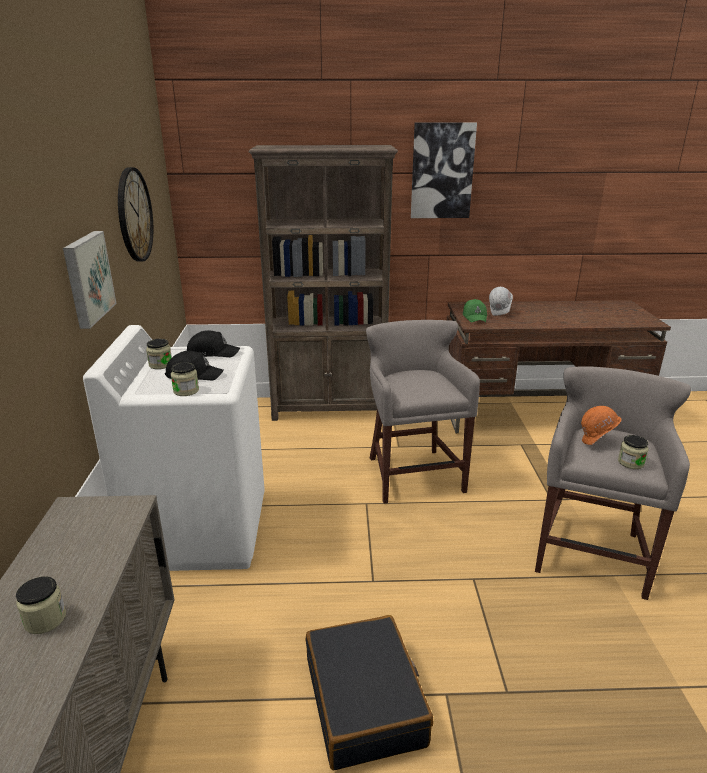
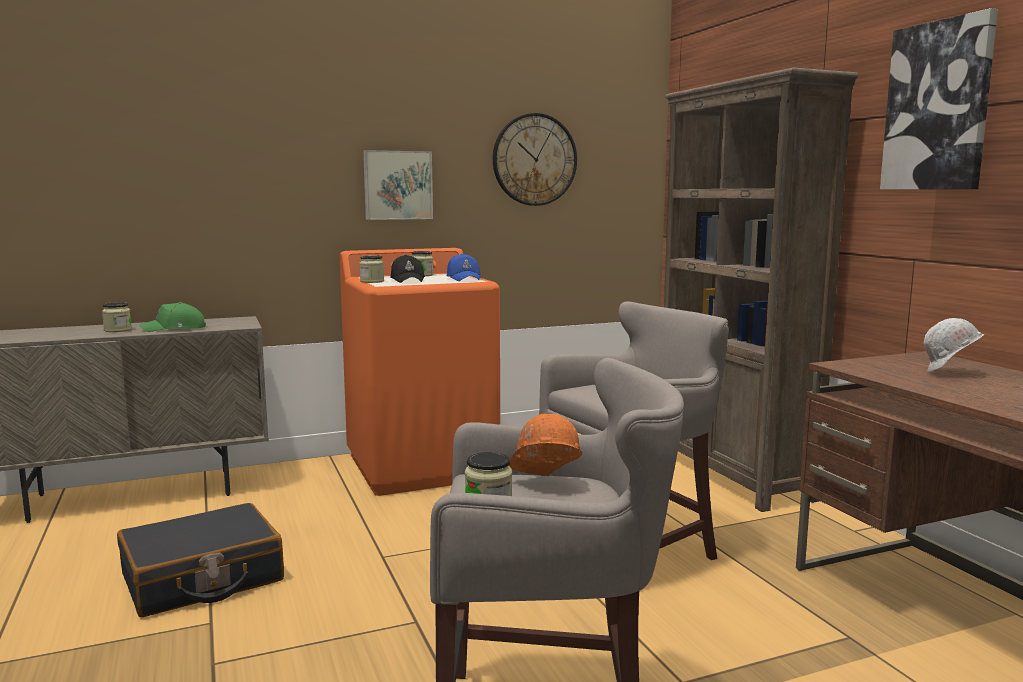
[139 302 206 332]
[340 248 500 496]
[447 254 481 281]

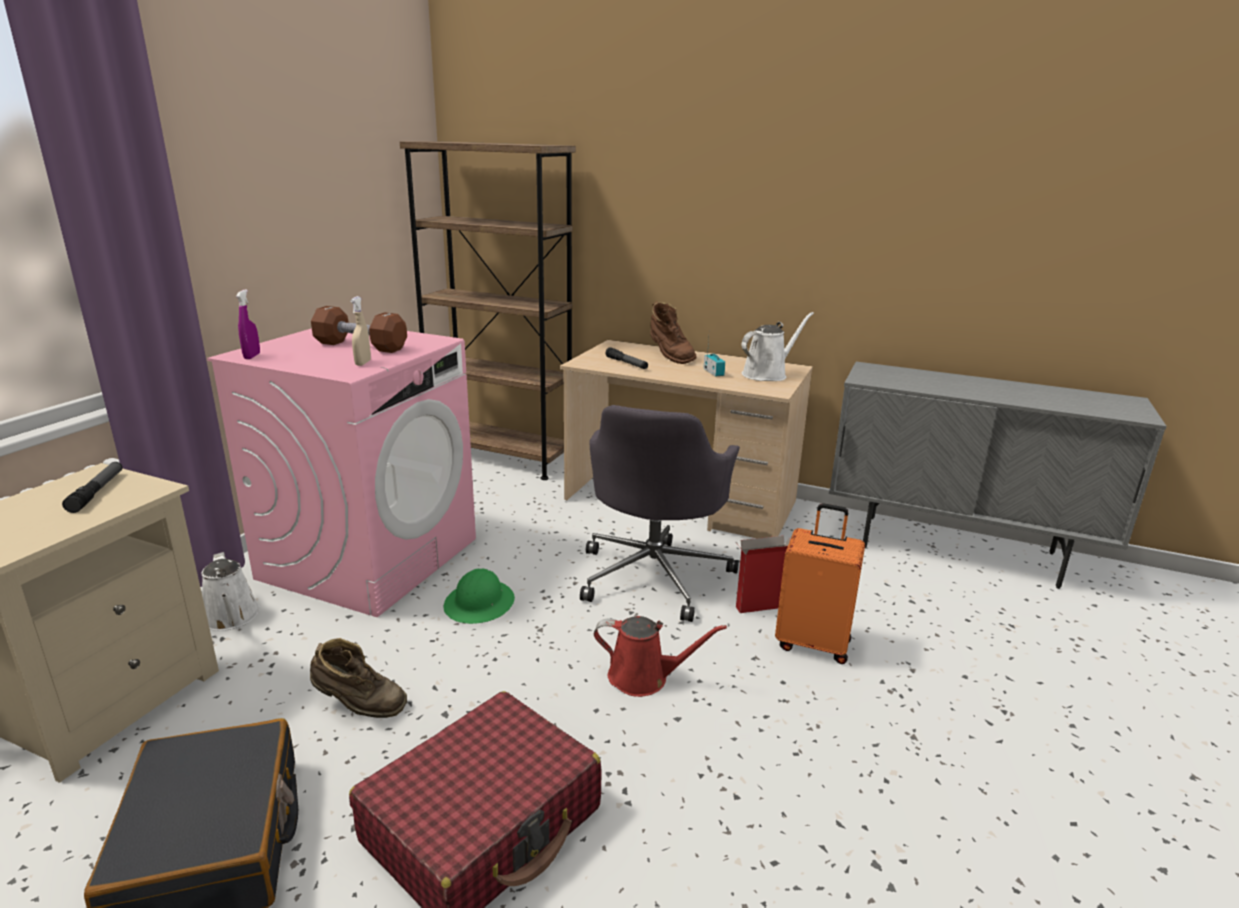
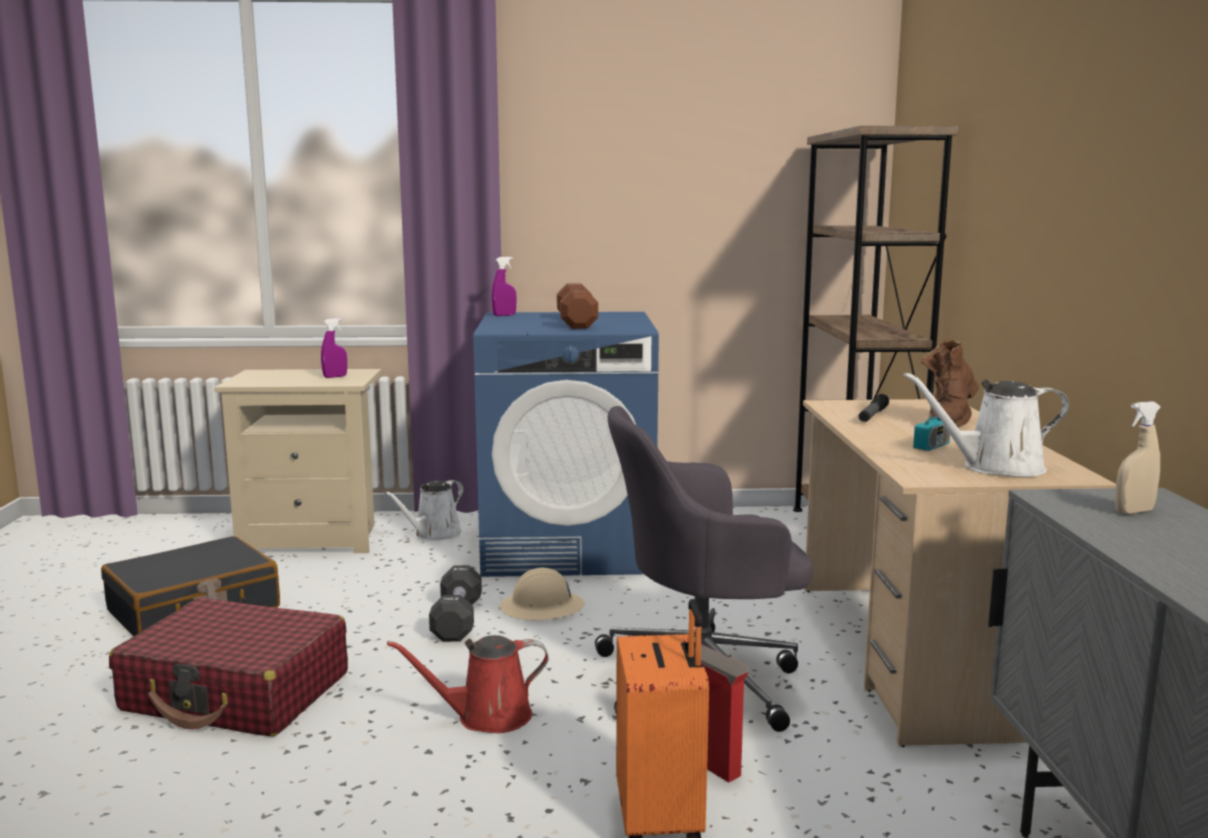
[1115 401 1161 514]
[904 372 1069 477]
[473 312 659 577]
[321 318 347 378]
[500 568 584 620]
[387 635 549 733]
[310 638 407 718] (first image)
[429 565 482 642]

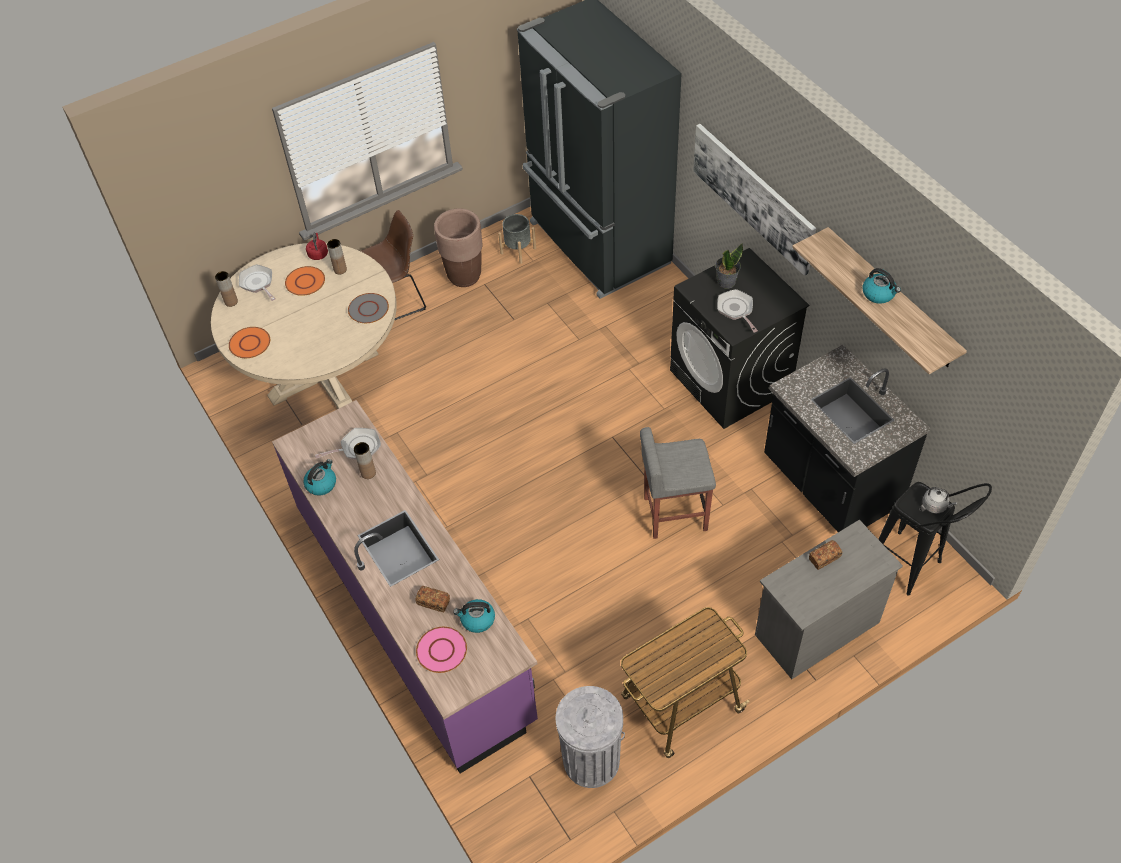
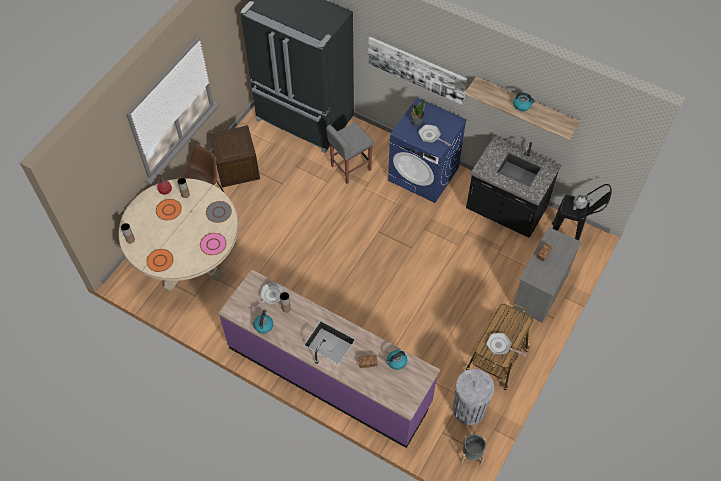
[209 125 260 188]
[461 434 486 466]
[388 98 467 203]
[486 333 526 356]
[326 122 373 184]
[200 233 226 255]

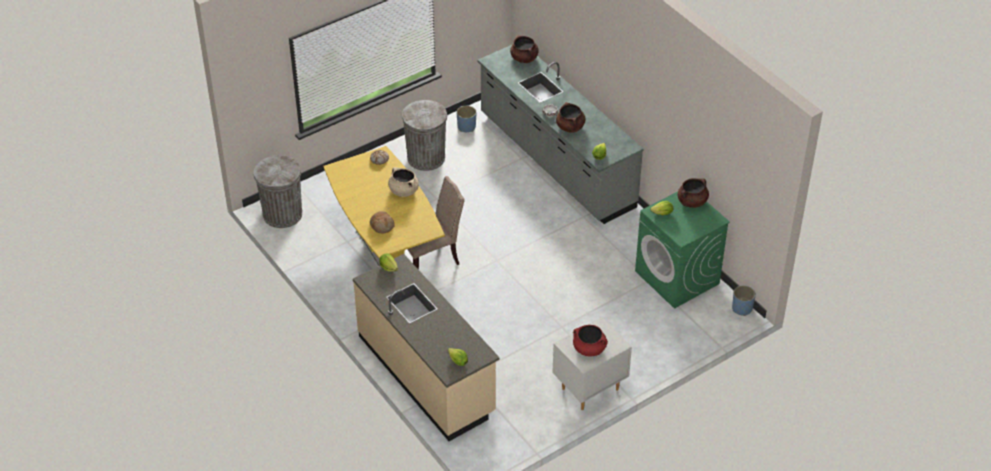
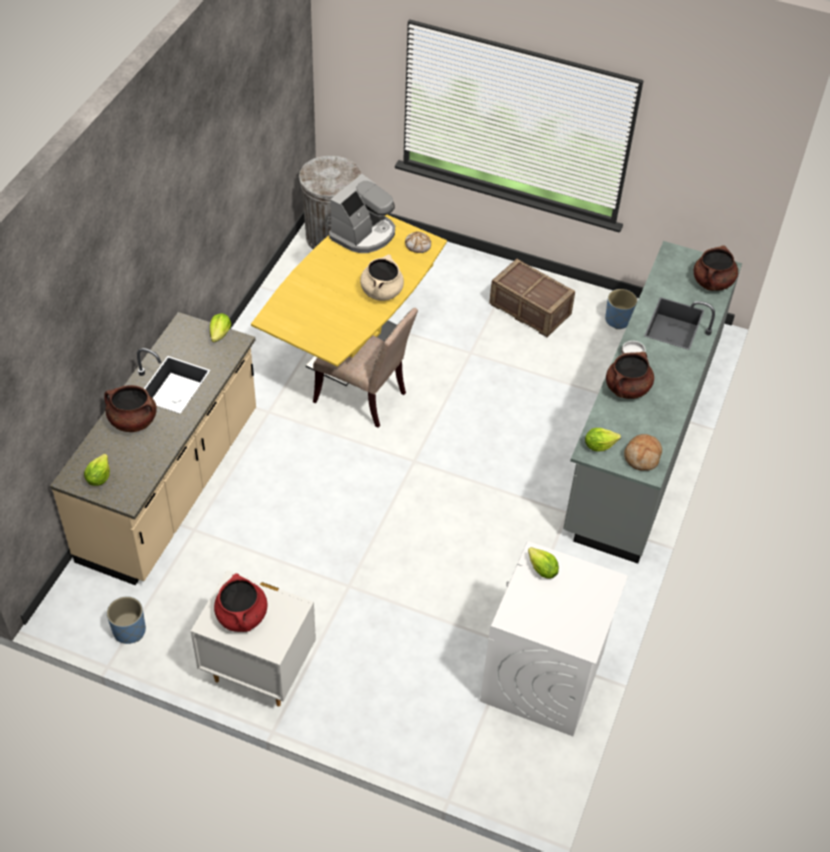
[489 259 575 337]
[104 385 157 432]
[480 541 628 736]
[624 434 662 471]
[107 596 146 644]
[329 174 395 253]

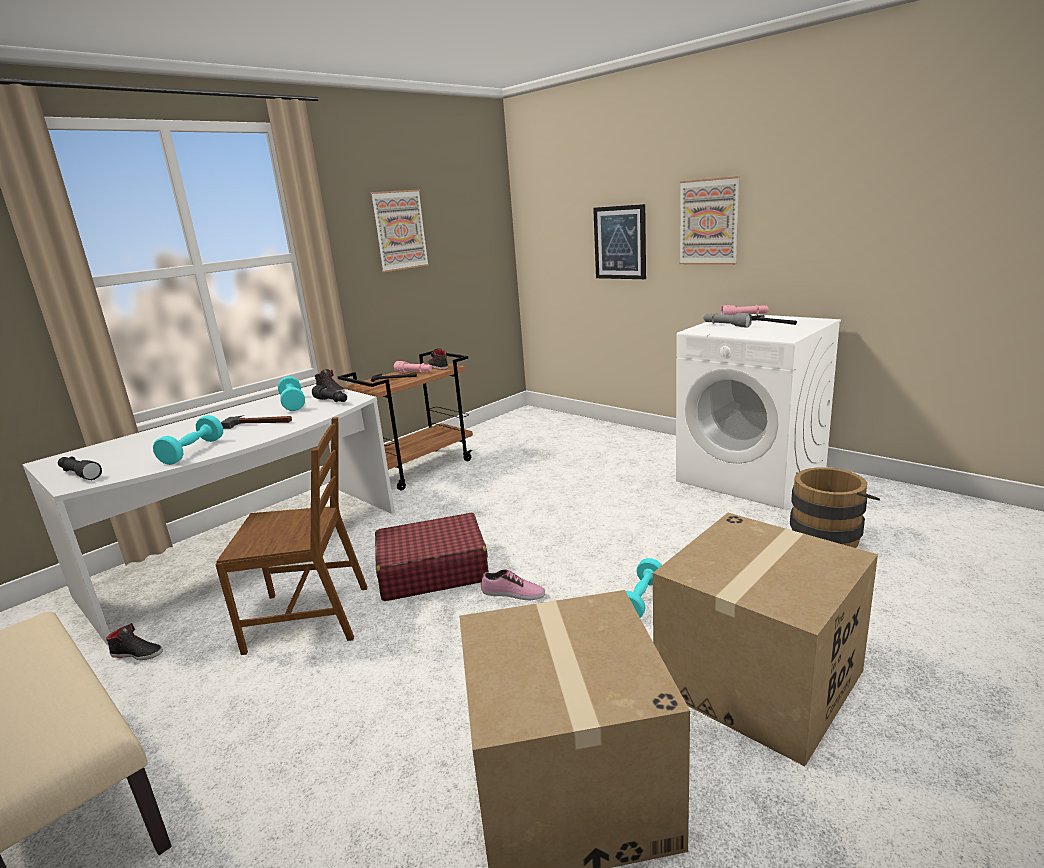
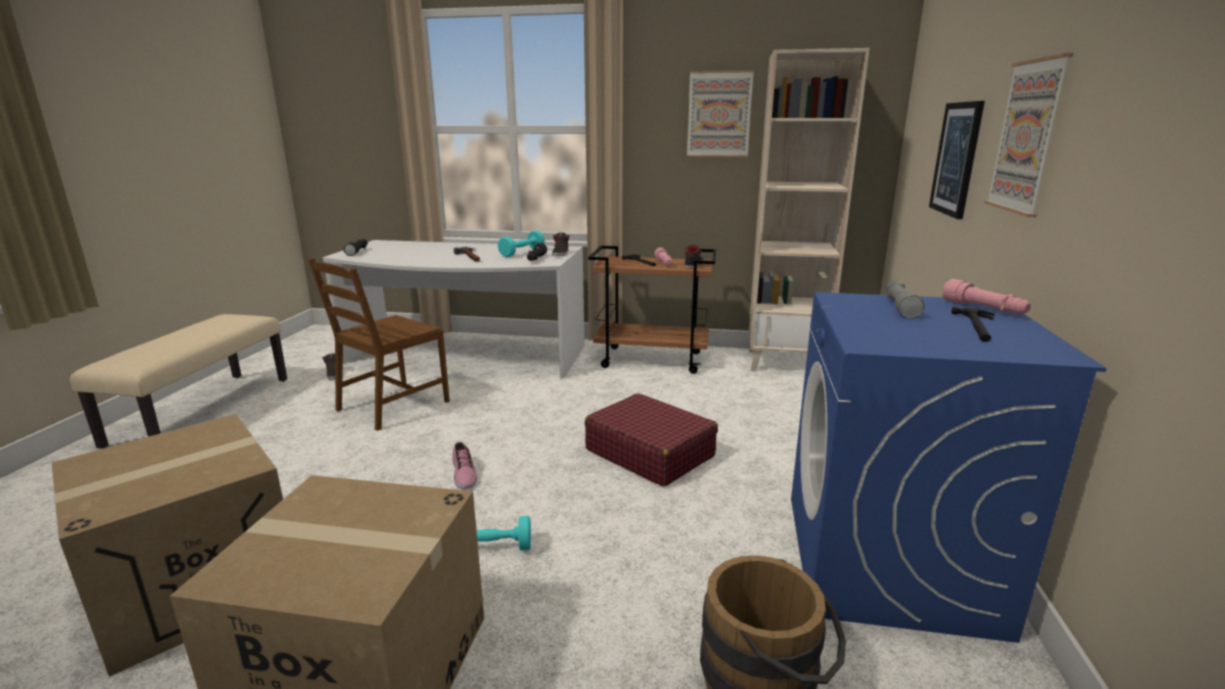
[791 292 1107 643]
[153 415 223 465] (first image)
[308 258 450 431]
[585 393 718 487]
[749 48 870 371]

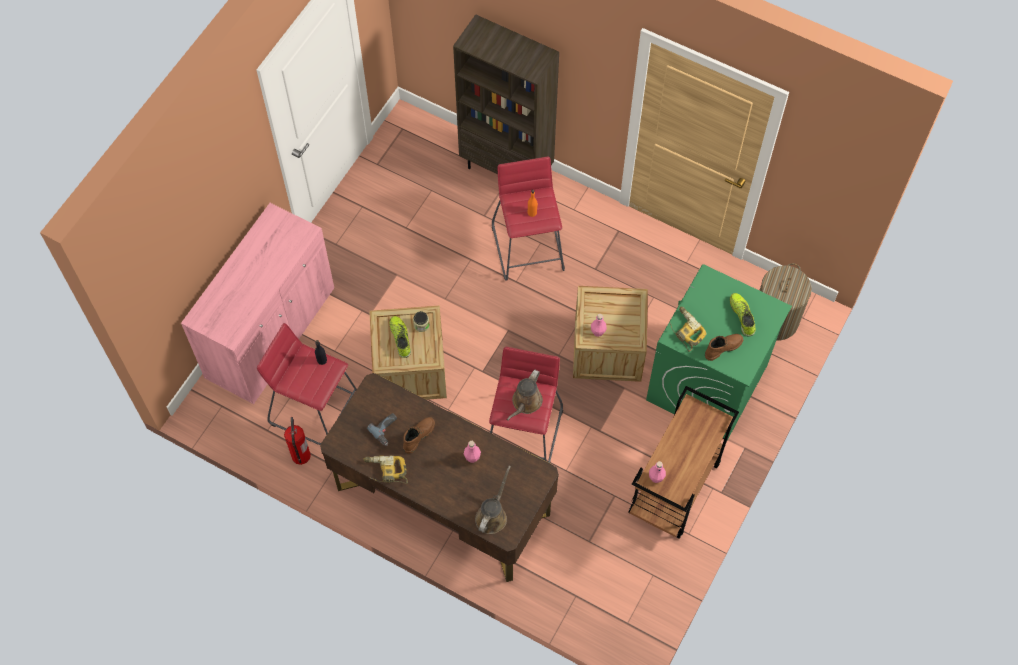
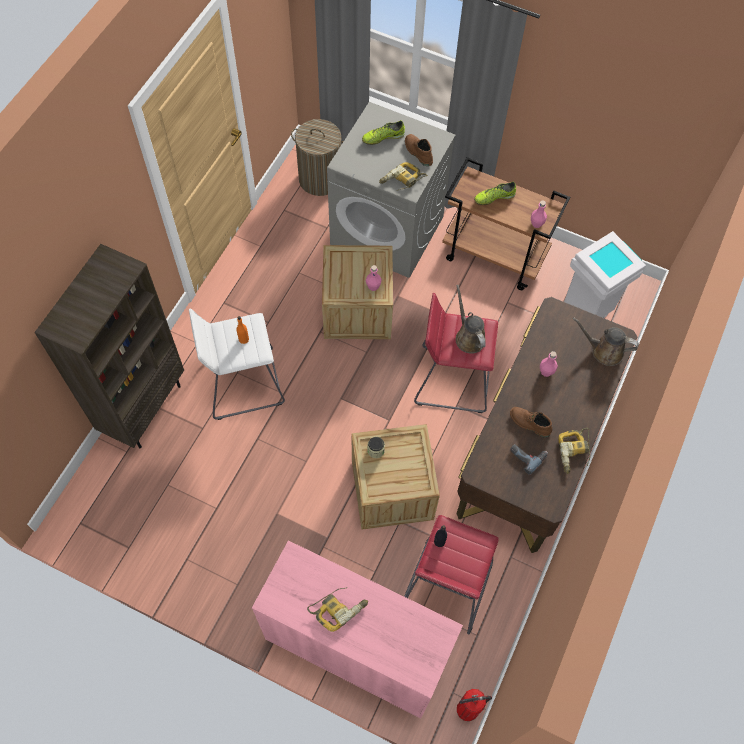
[189 309 285 420]
[327 102 456 278]
[474 182 516 205]
[456 285 486 354]
[457 689 492 721]
[564 231 646 318]
[307 587 368 632]

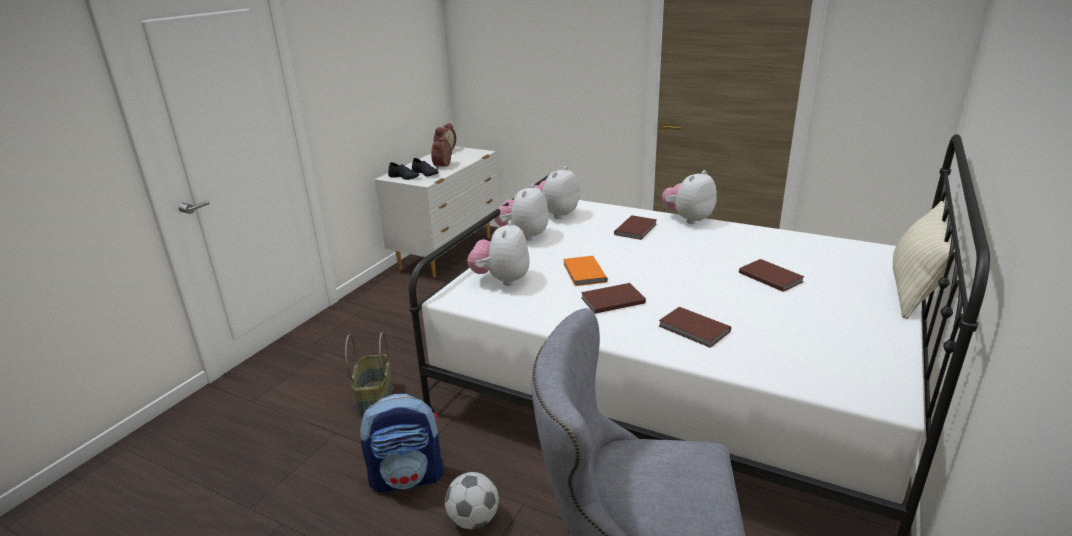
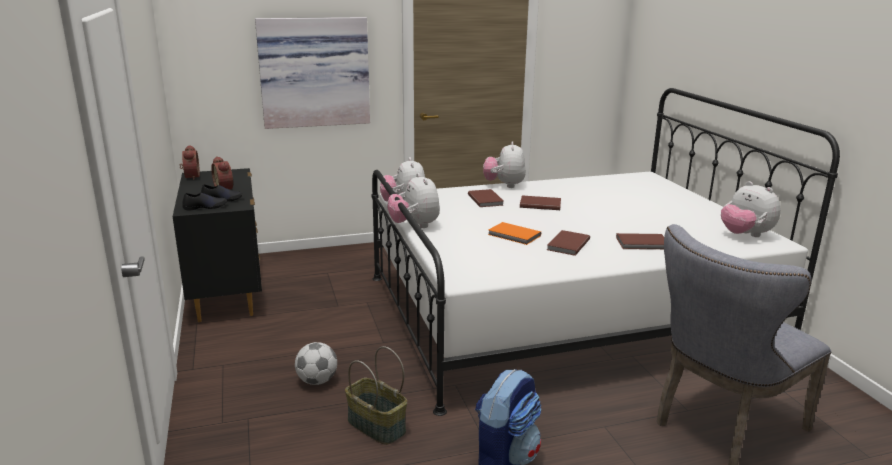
[172 168 262 322]
[893 201 955 319] (first image)
[721 181 781 237]
[520 195 561 210]
[295 342 337 385]
[255 17 370 129]

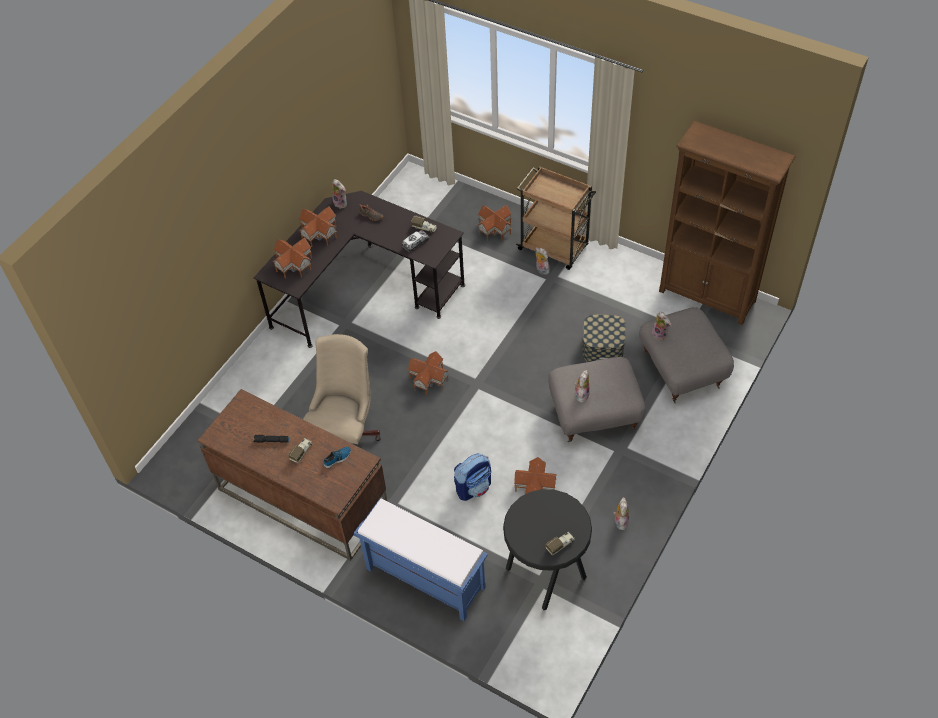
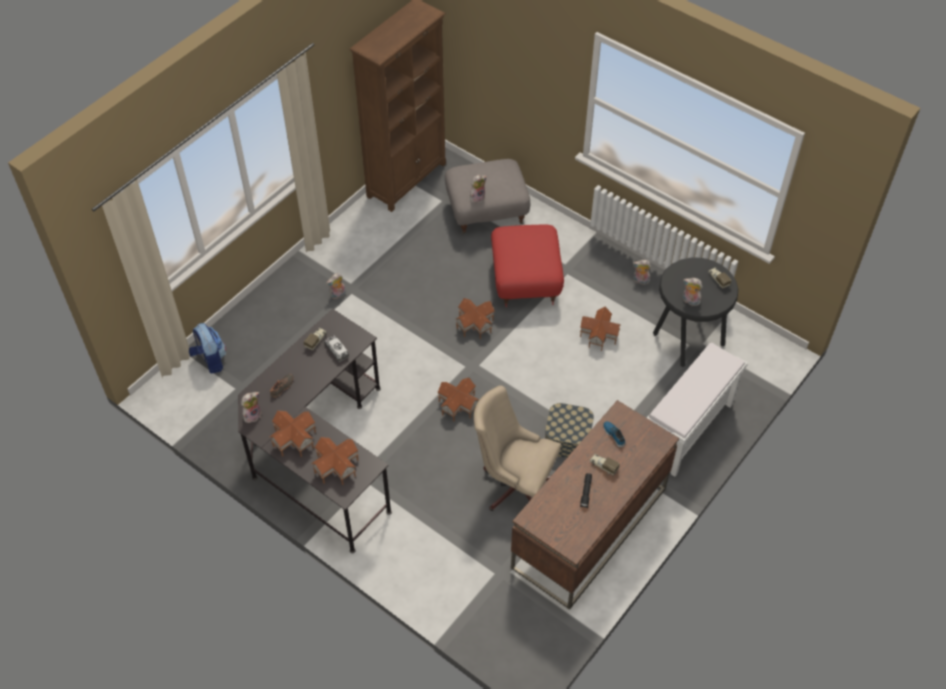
[516 166 596 270] (first image)
[455 298 495 339]
[545 403 594 458]
[491 225 564 307]
[683 278 703 306]
[189 323 226 374]
[647 342 748 477]

